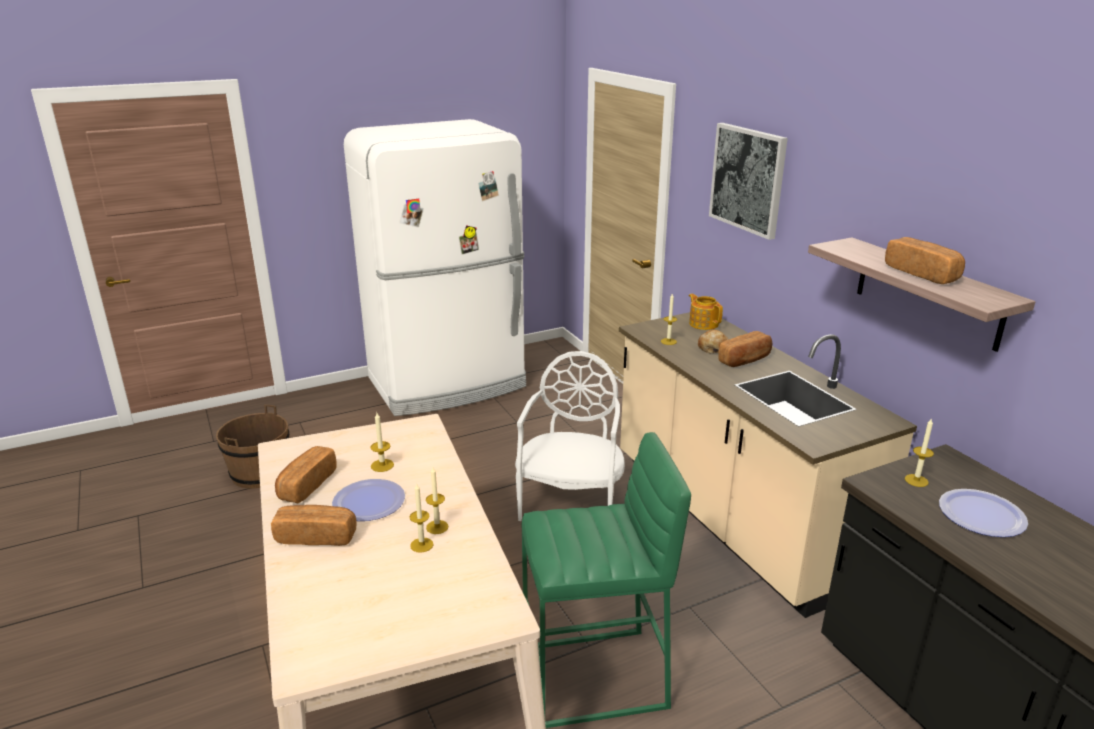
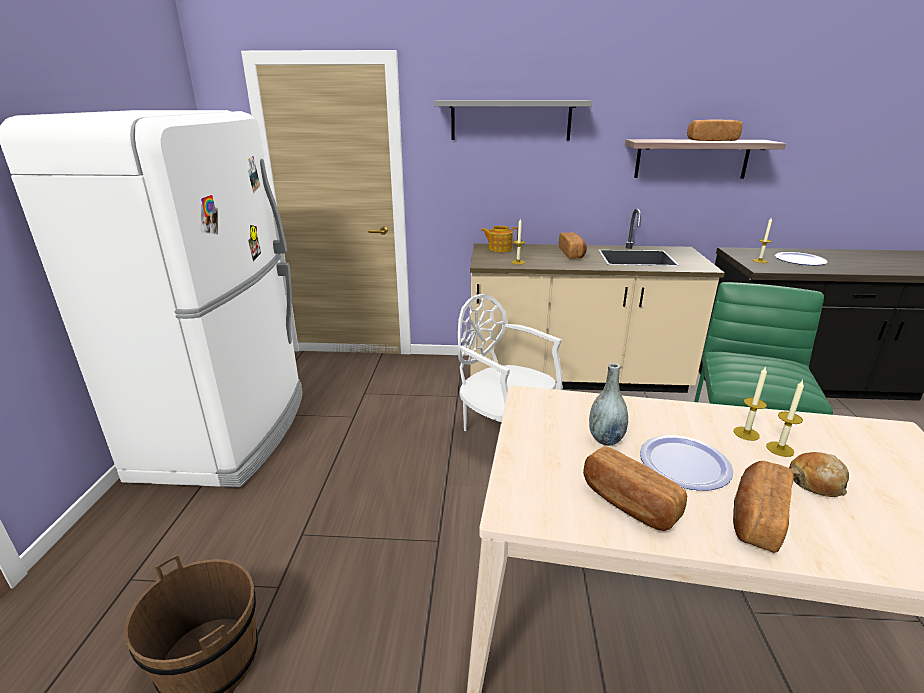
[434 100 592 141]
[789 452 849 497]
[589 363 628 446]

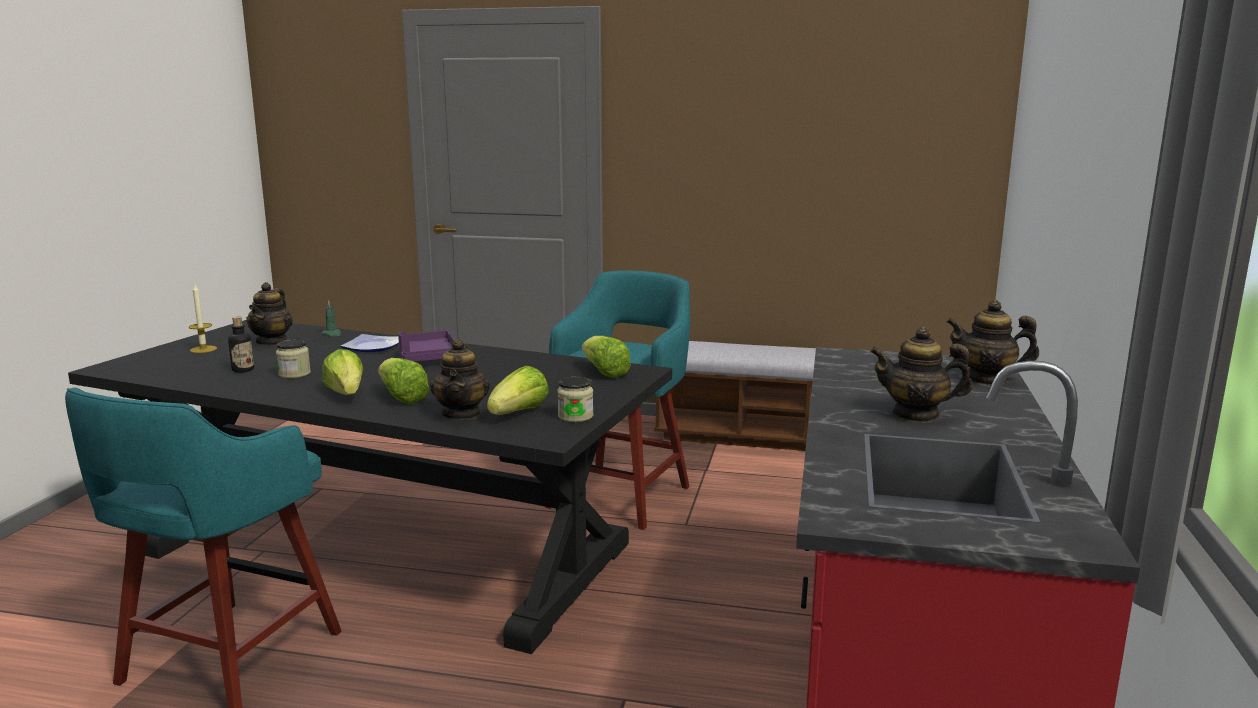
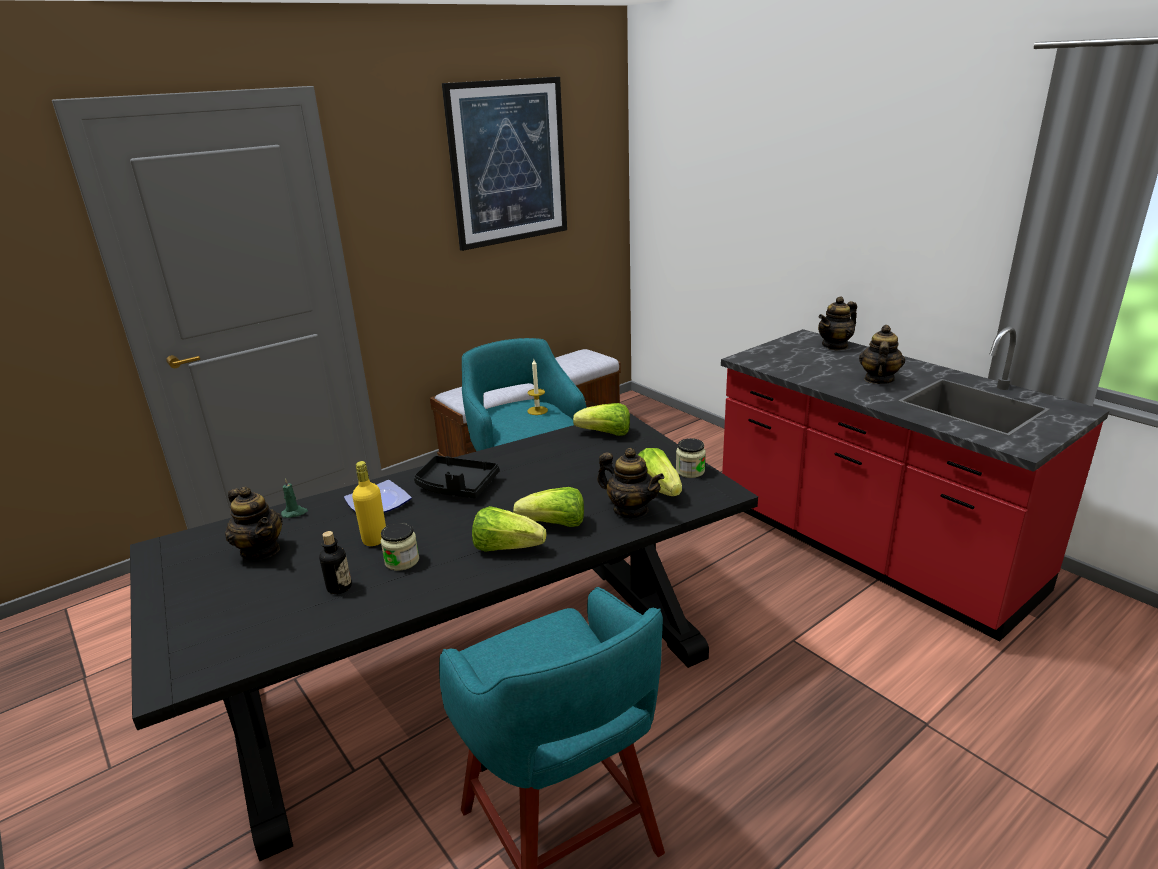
[527 360 548 415]
[859 325 905 384]
[414 455 499 498]
[442 77 567 251]
[352 461 386 546]

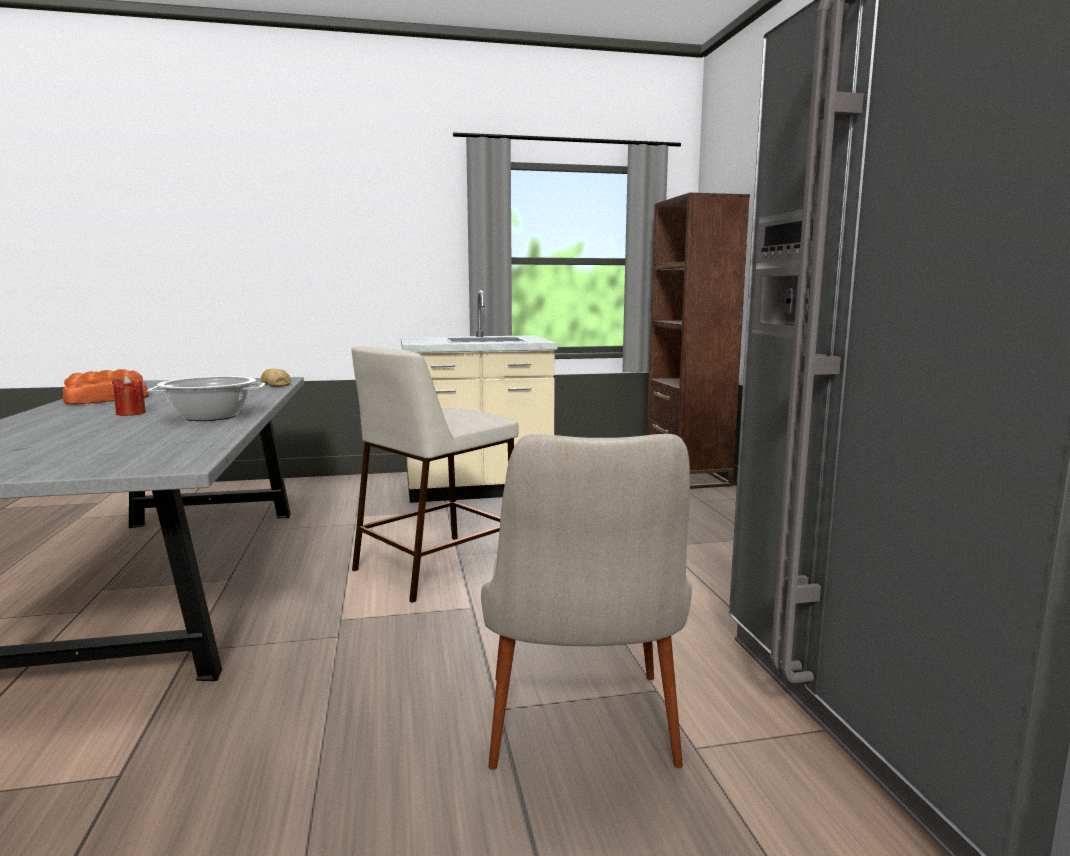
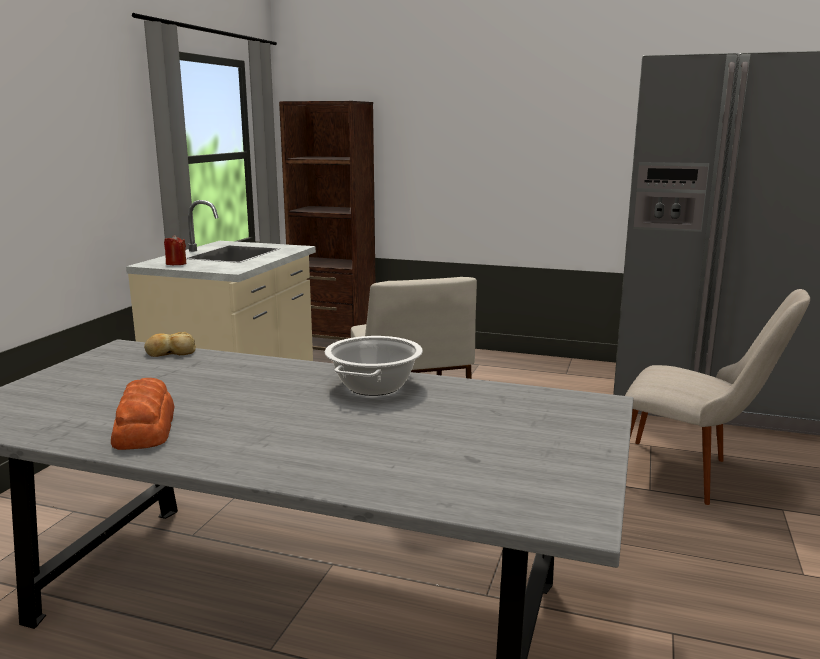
[164 235 186 265]

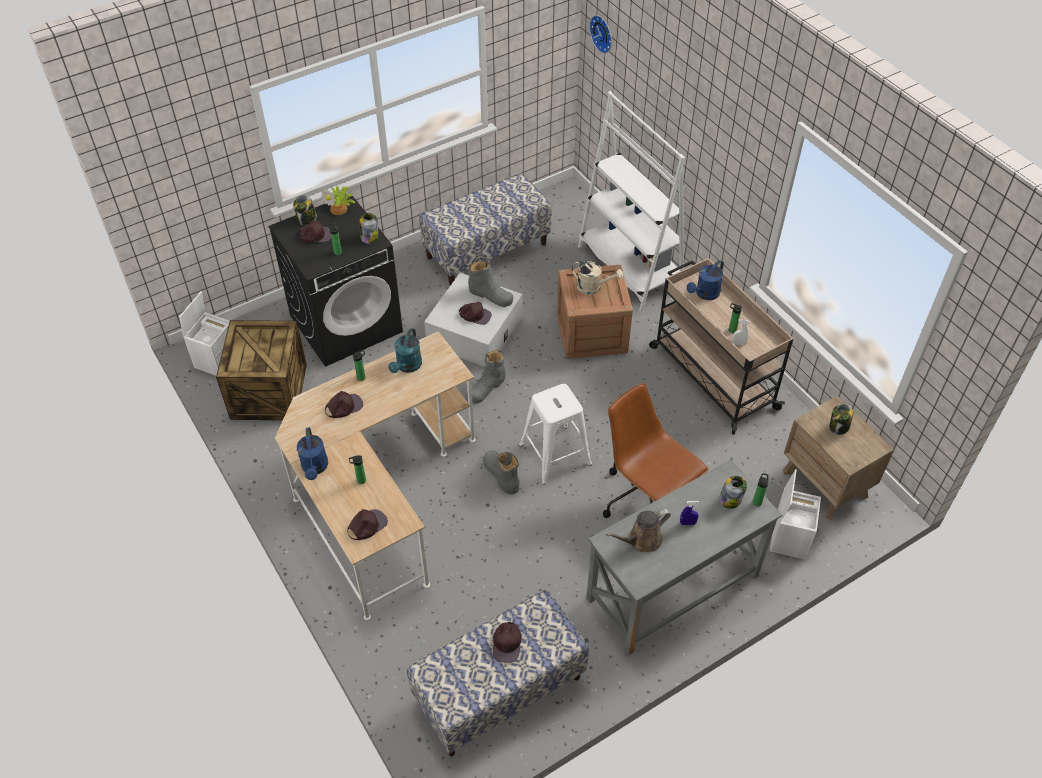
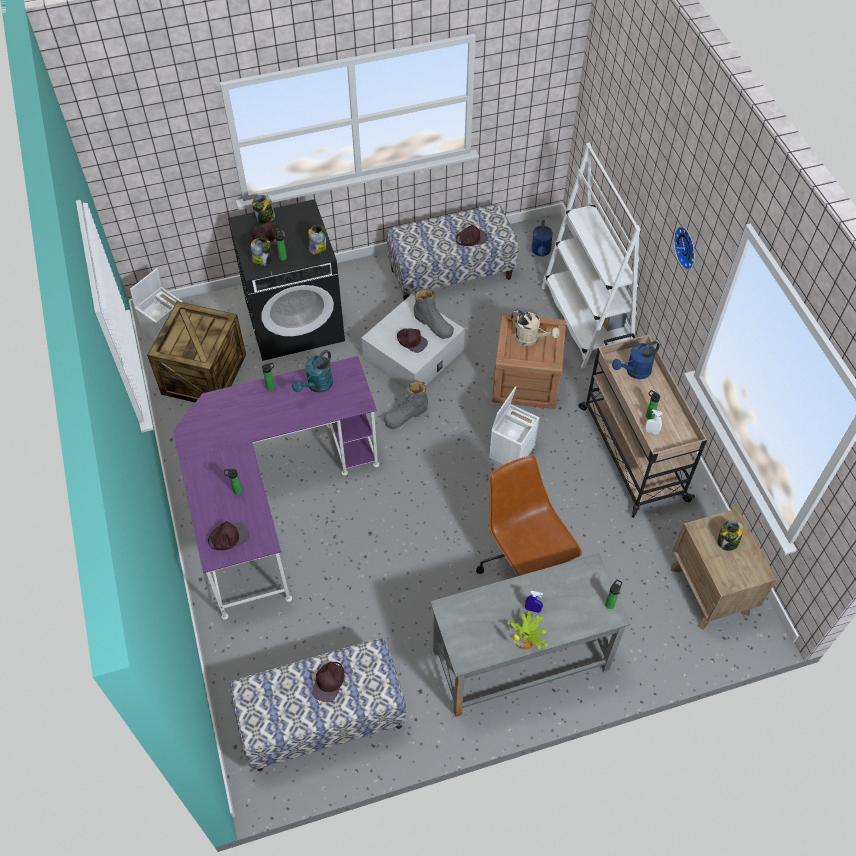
[673 226 695 270]
[507 611 548 650]
[173 356 379 620]
[519 384 592 485] (first image)
[456 225 488 246]
[531 220 553 256]
[483 450 520 494] (first image)
[489 386 539 465]
[251 238 272 266]
[606 509 671 552] (first image)

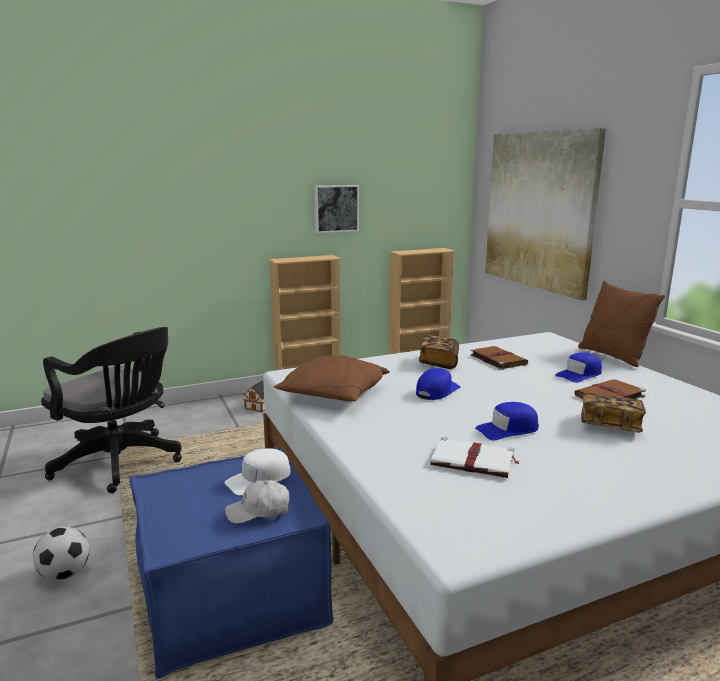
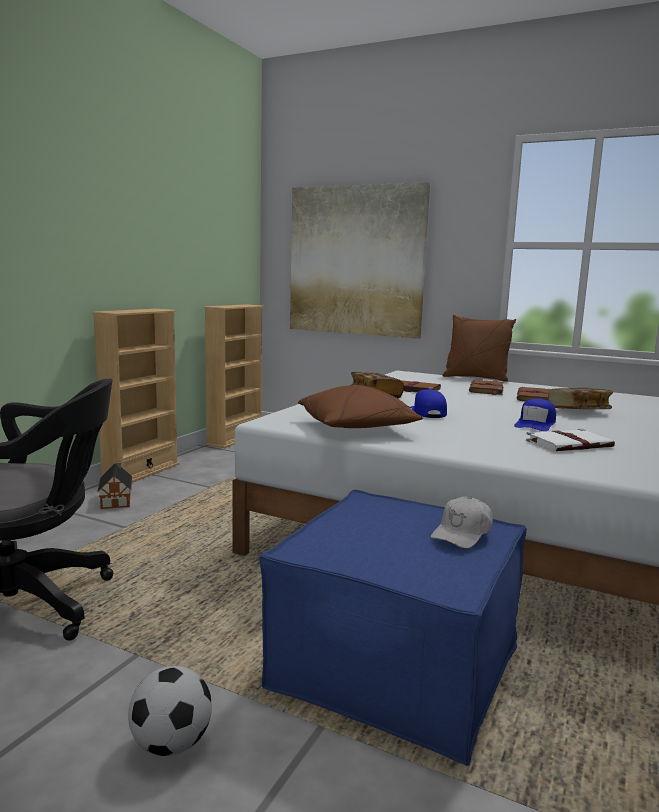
[314 185 359 233] (first image)
[469 380 504 395]
[225 448 291 495] (first image)

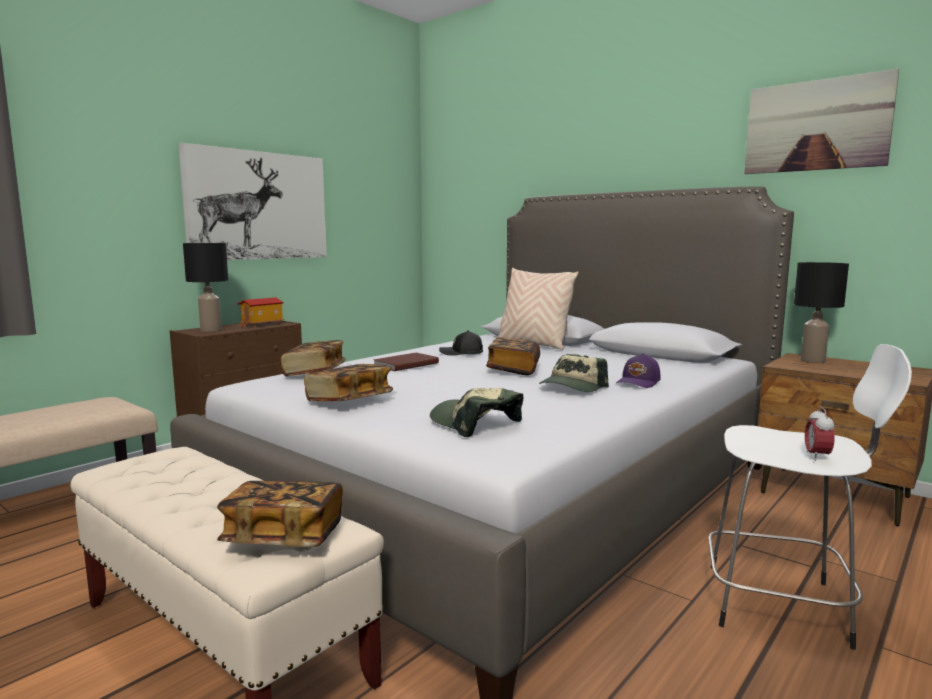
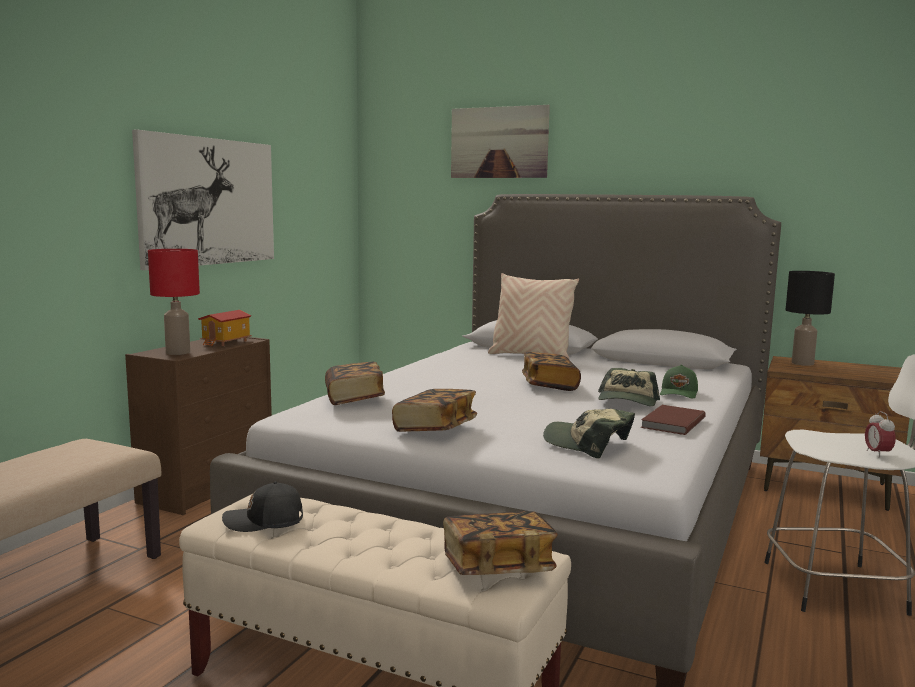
[451 105 550 178]
[148 249 200 355]
[222 481 303 532]
[641 405 706 435]
[660 365 698 399]

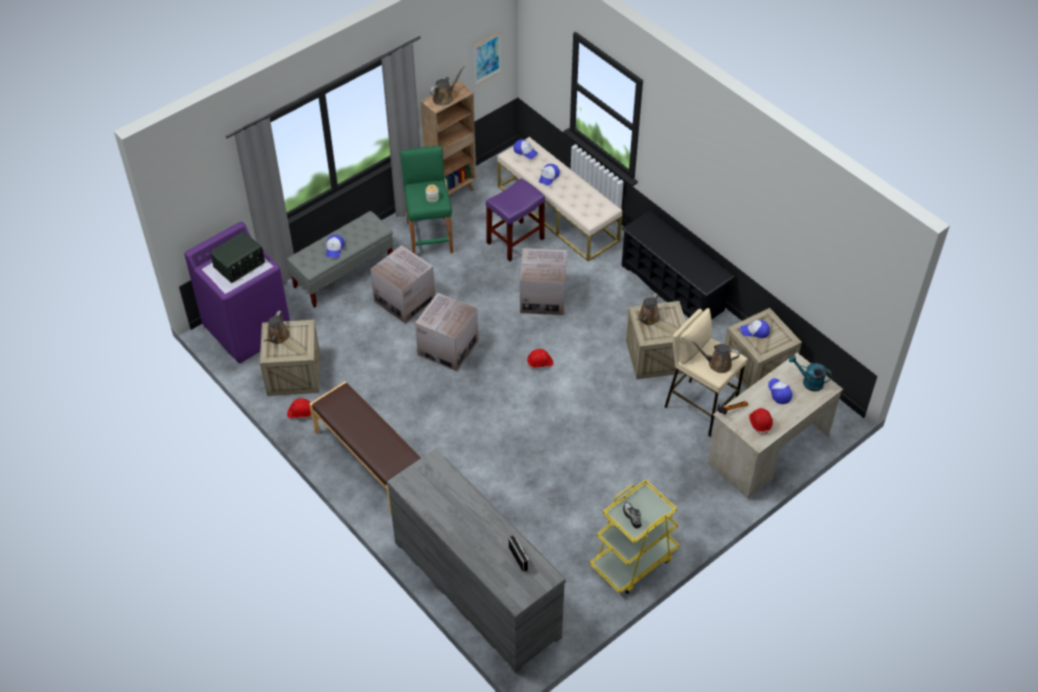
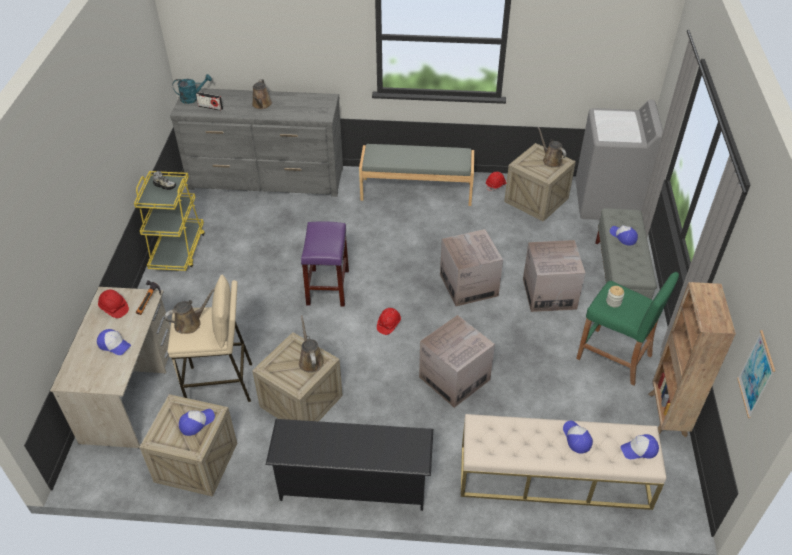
[252 79 272 109]
[301 221 349 307]
[575 100 663 220]
[210 232 265 283] (first image)
[172 74 212 104]
[359 144 474 206]

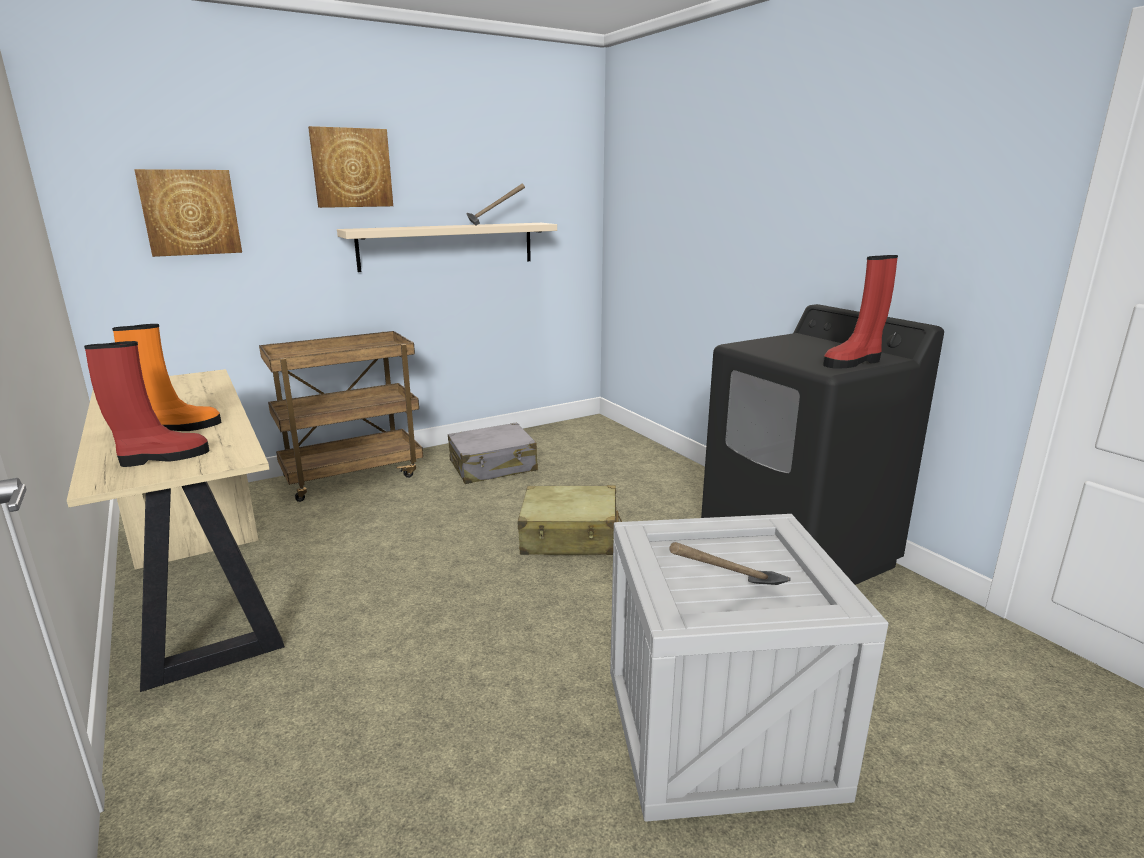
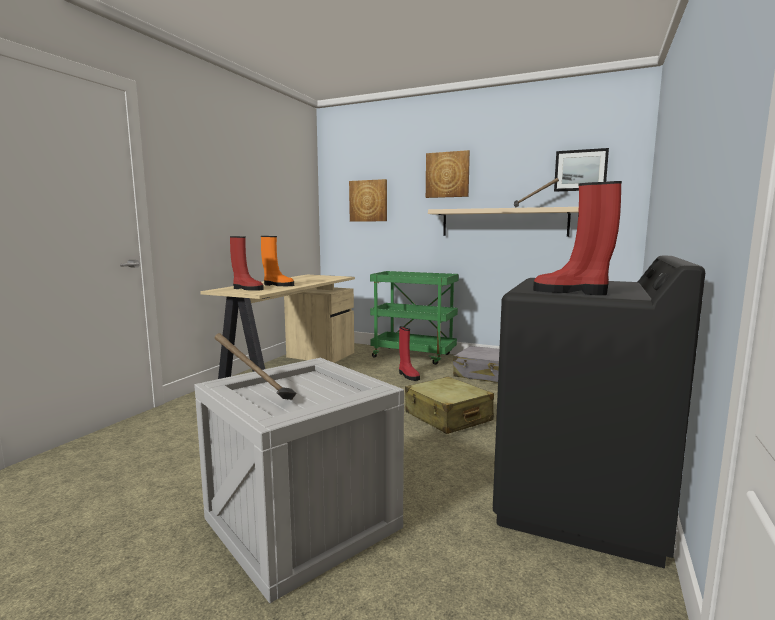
[370 271 459 365]
[554 148 609 192]
[399 326 420 381]

